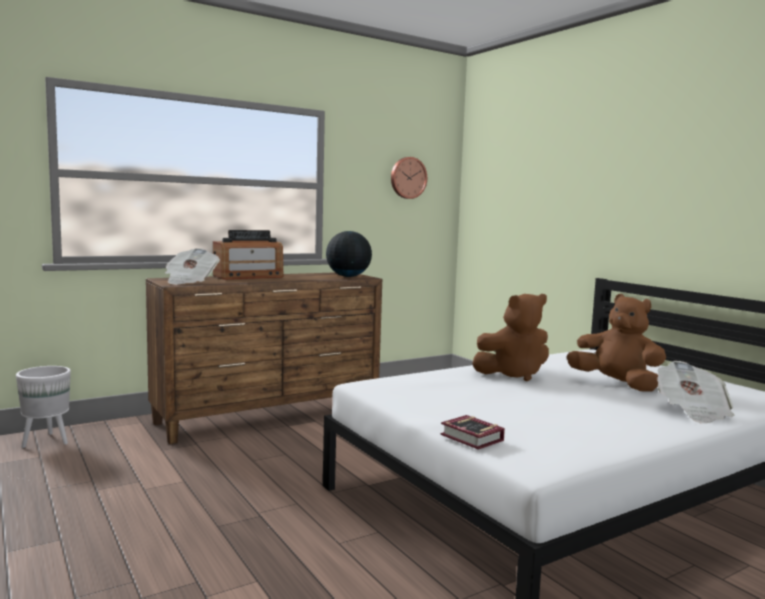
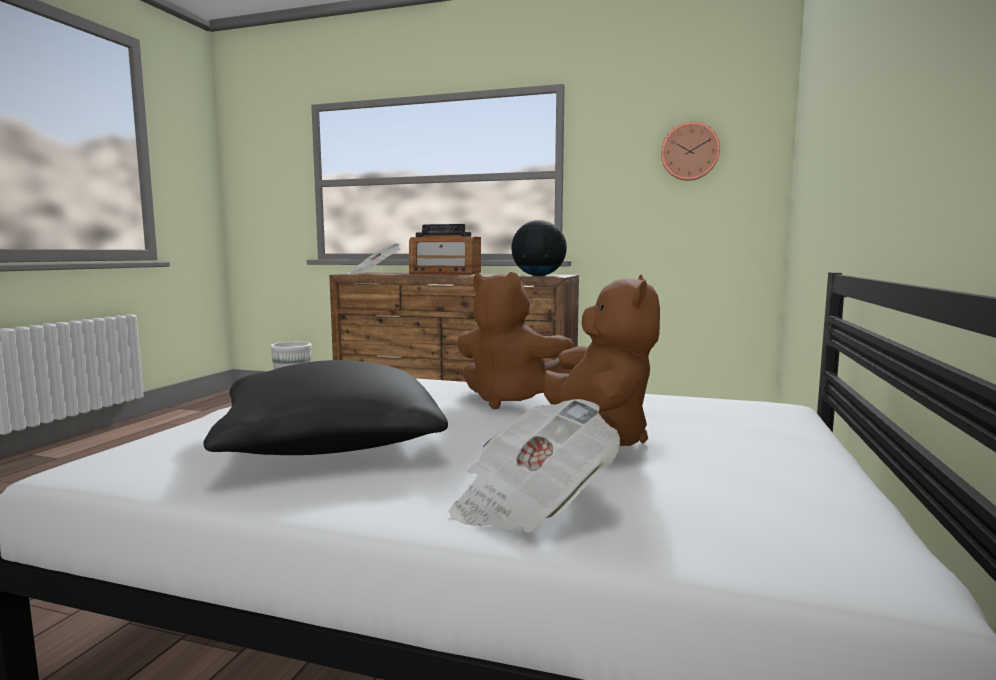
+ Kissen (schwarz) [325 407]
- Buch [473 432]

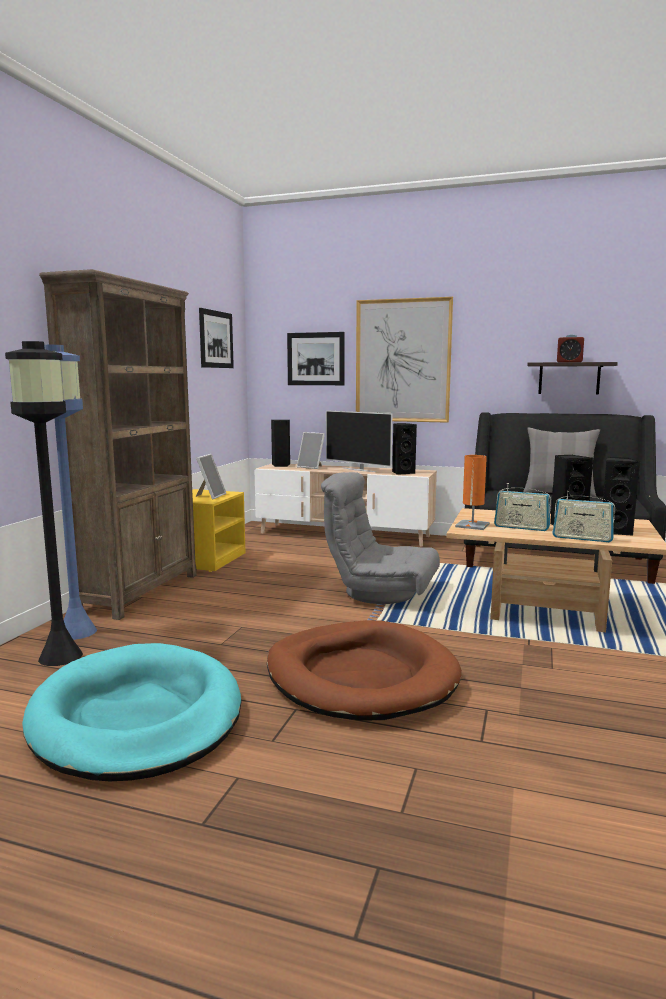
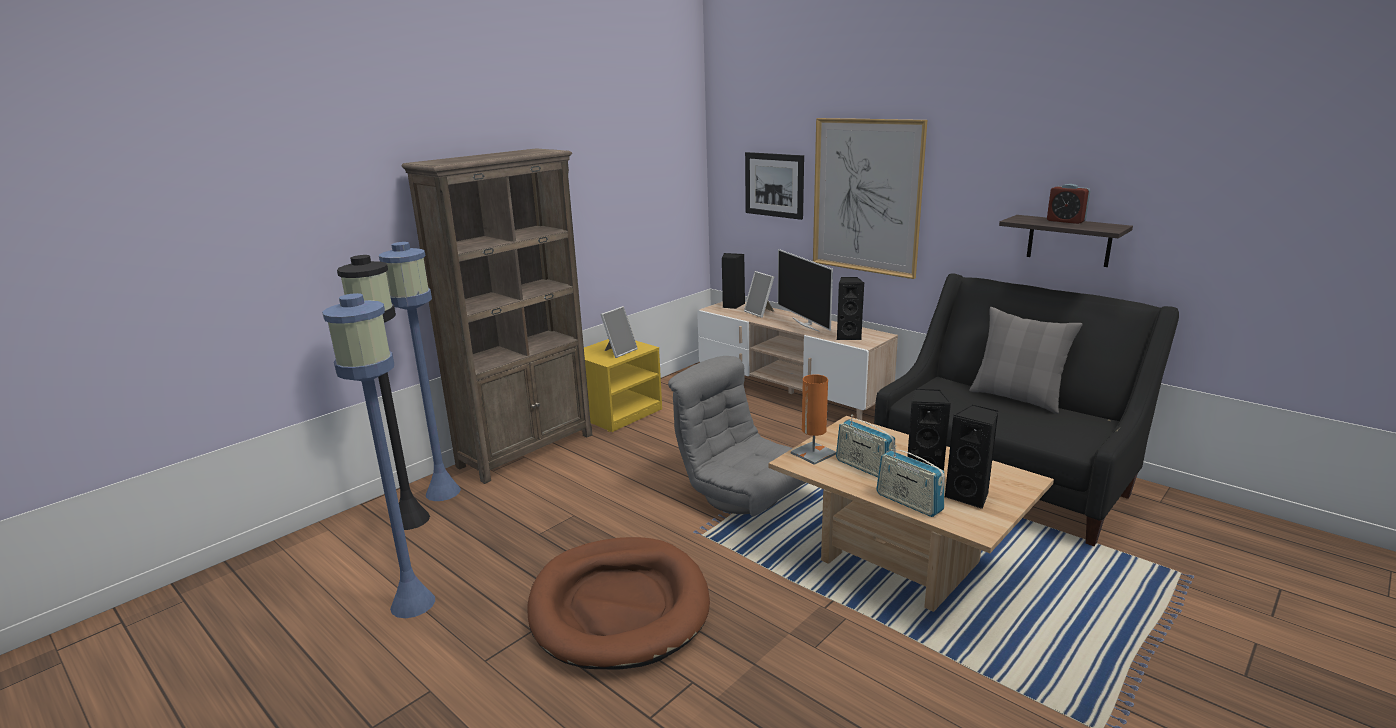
~ Hundebett (türkis) [131 712] to Stehlampe (blau) [378 455]
- Bild [216 338]

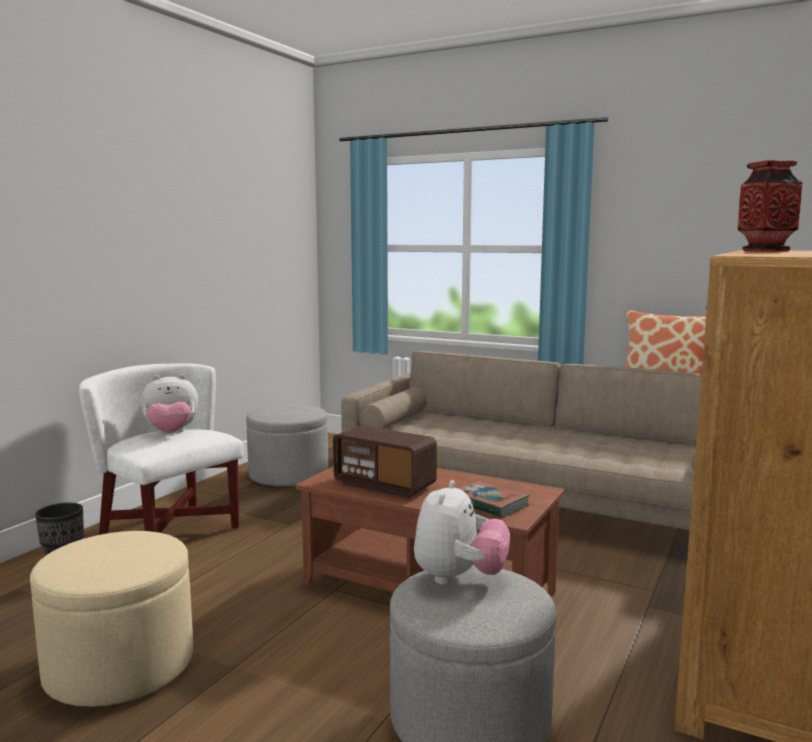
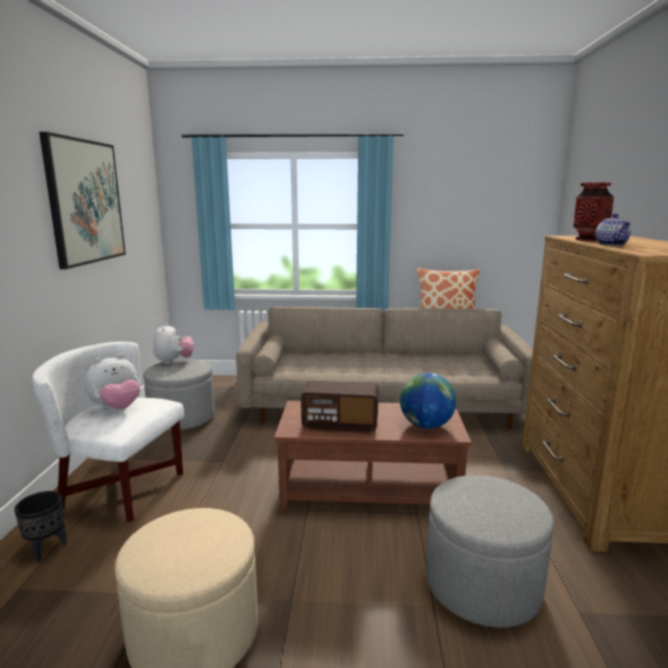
+ Bild [82 200]
~ Plüschtier [462 532] to [174 343]
~ Buch [494 499] to Globus [428 401]
+ Teekanne [613 230]

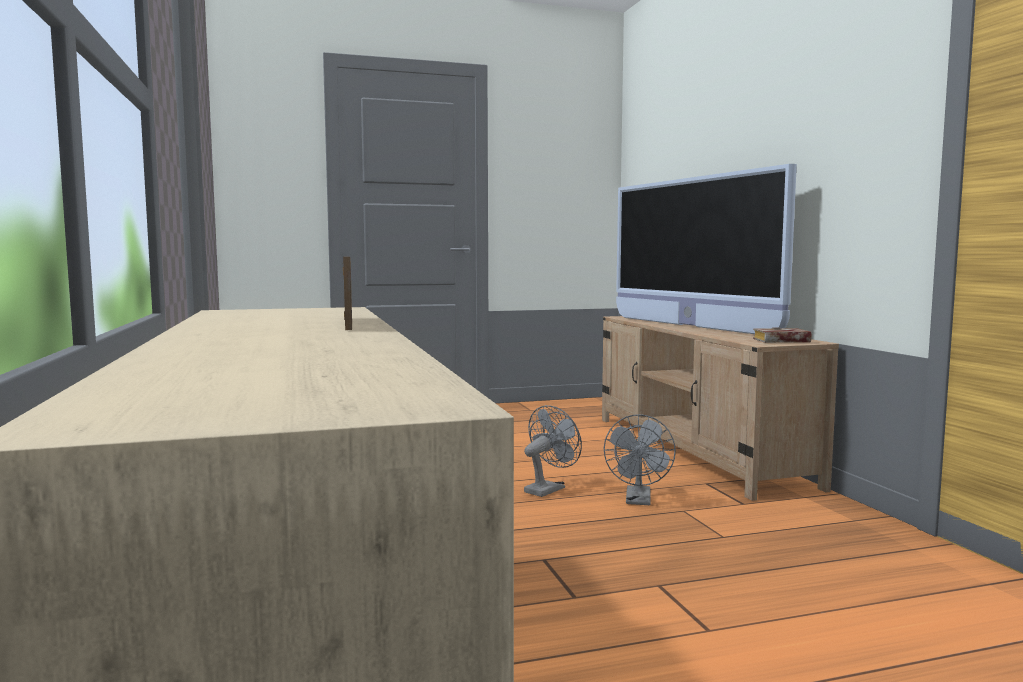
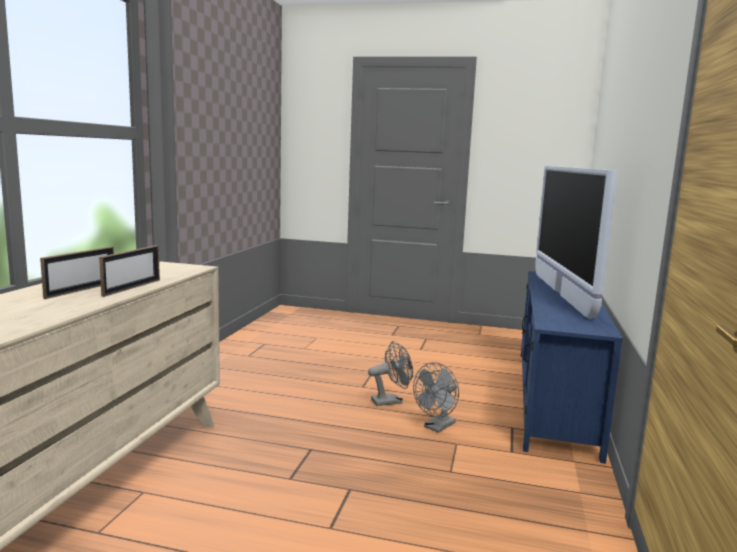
+ Bilderrahmen [77 272]
~ Fernsehschrank (beige) [720 408] to Fernsehschrank (blau) [572 367]
- Buch [782 335]

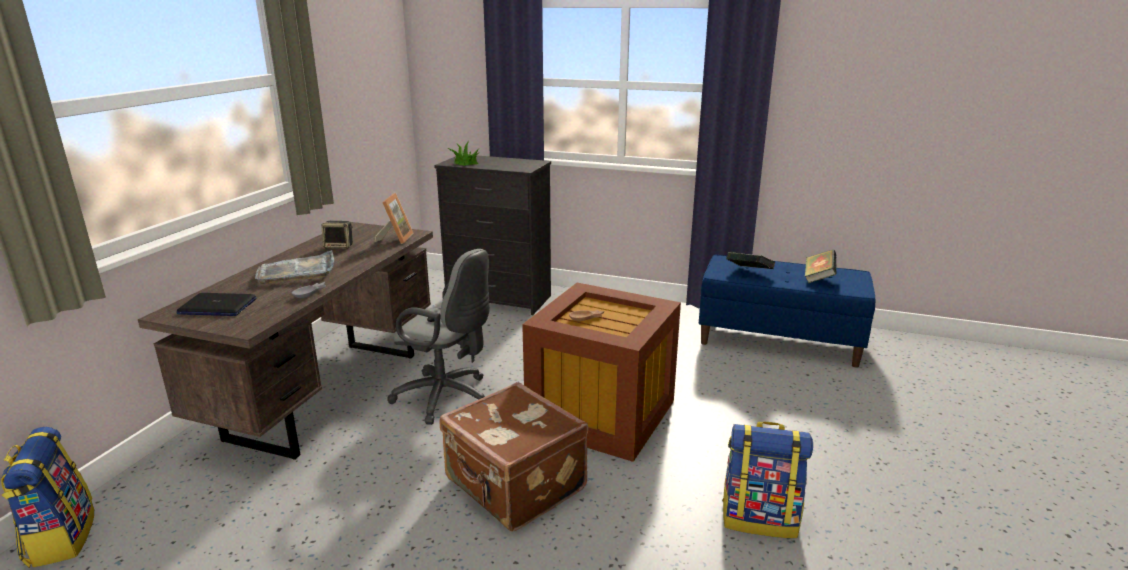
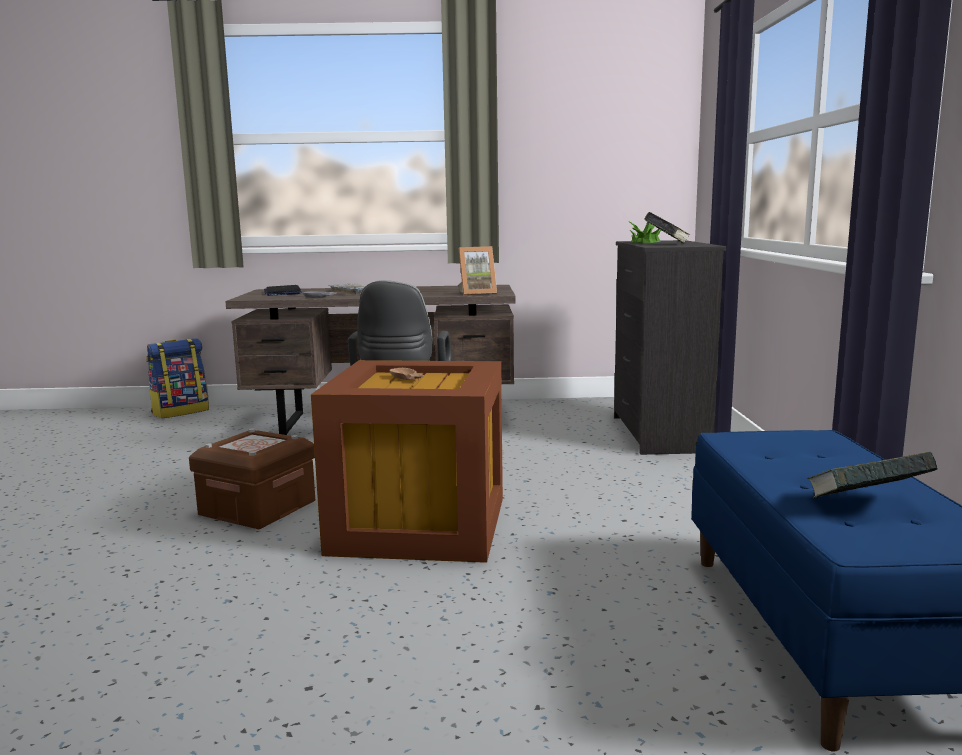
~ Koffer (braun) [513 457] to Aufbewahrungsbox (braun) [252 479]
~ Buch [750 260] to [667 228]
- Lautsprecher [337 235]
- Rucksack [767 480]

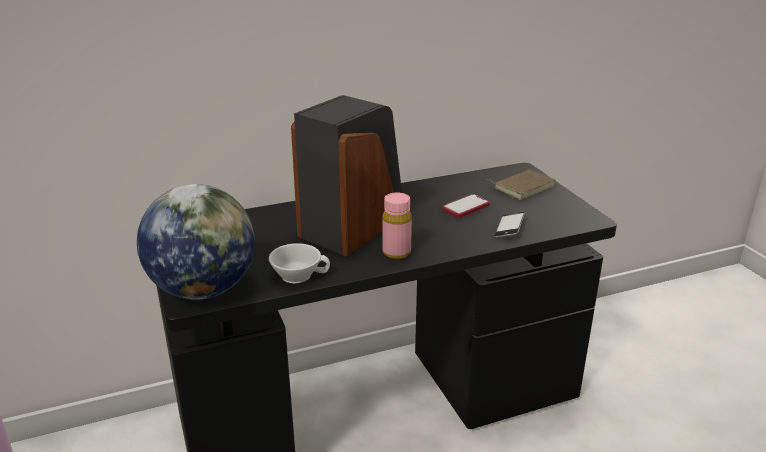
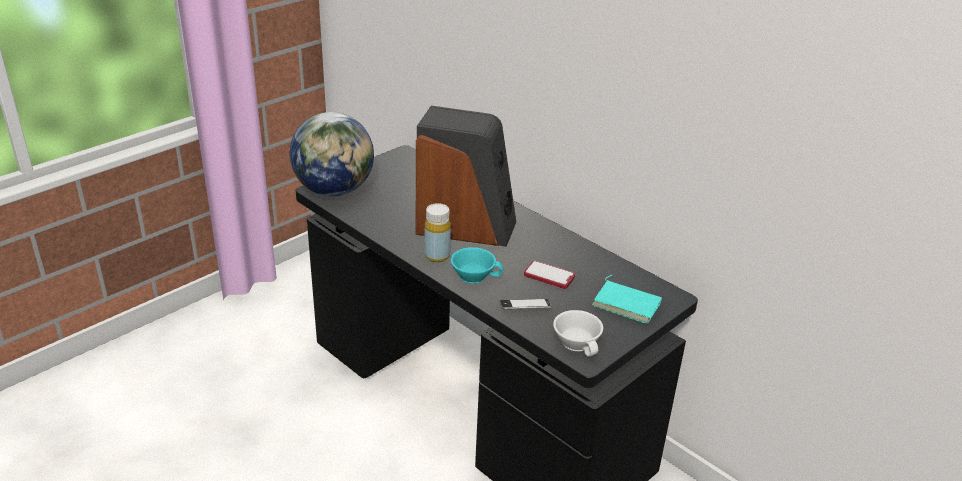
~ Flasche (rosa) [397 226] to Flasche (gelb) [437 232]
+ Tasse (türkis) [477 265]
~ Tasse (weiß) [299 263] to [578 333]
~ Buch (braun) [520 185] to Buch (türkis) [627 299]

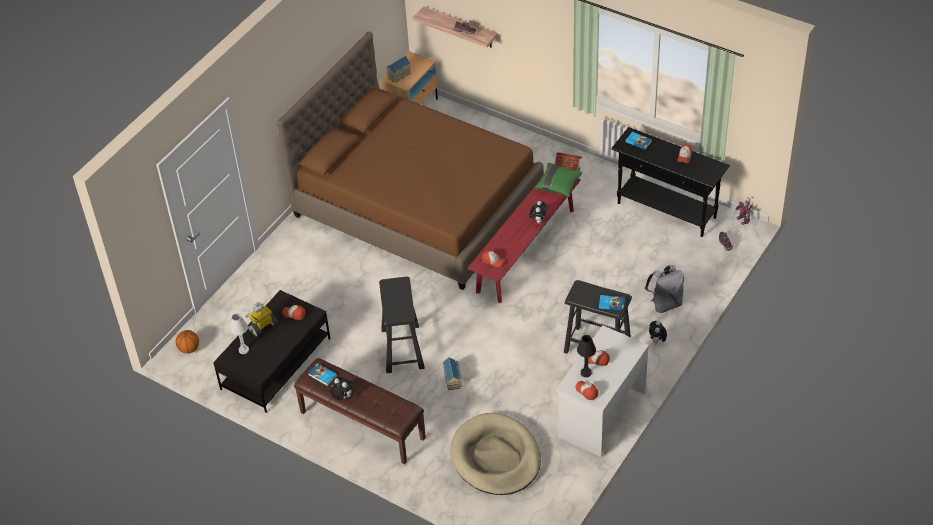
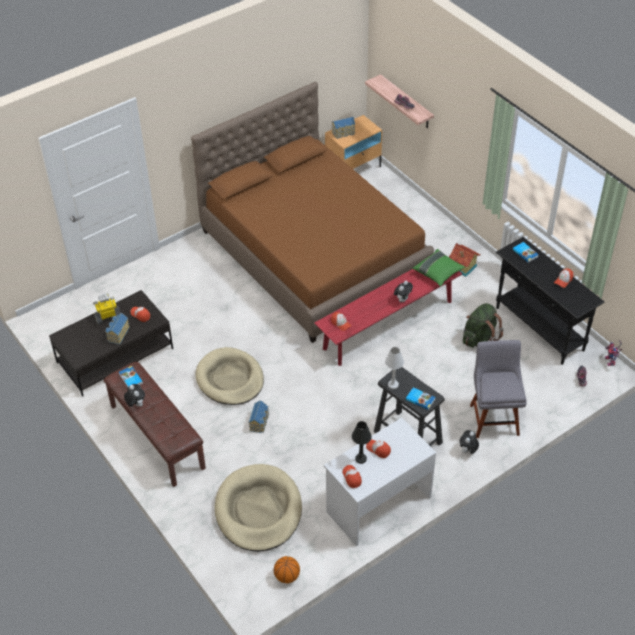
+ Spielzeughaus [117 329]
~ Hocker (schwarz) [402 325] to Hundebett (beige) [229 376]
~ Basketball [187 342] to [287 569]
~ Tischlampe (weiß) [239 334] to [394 368]
+ Rucksack (grün) [483 325]
~ Rucksack (grau) [664 289] to Stuhl (grau) [498 389]

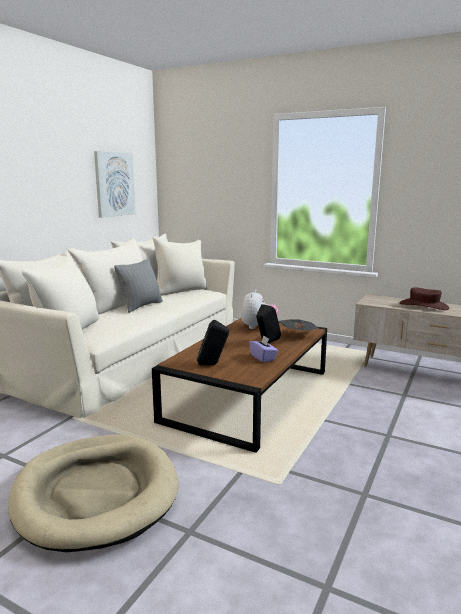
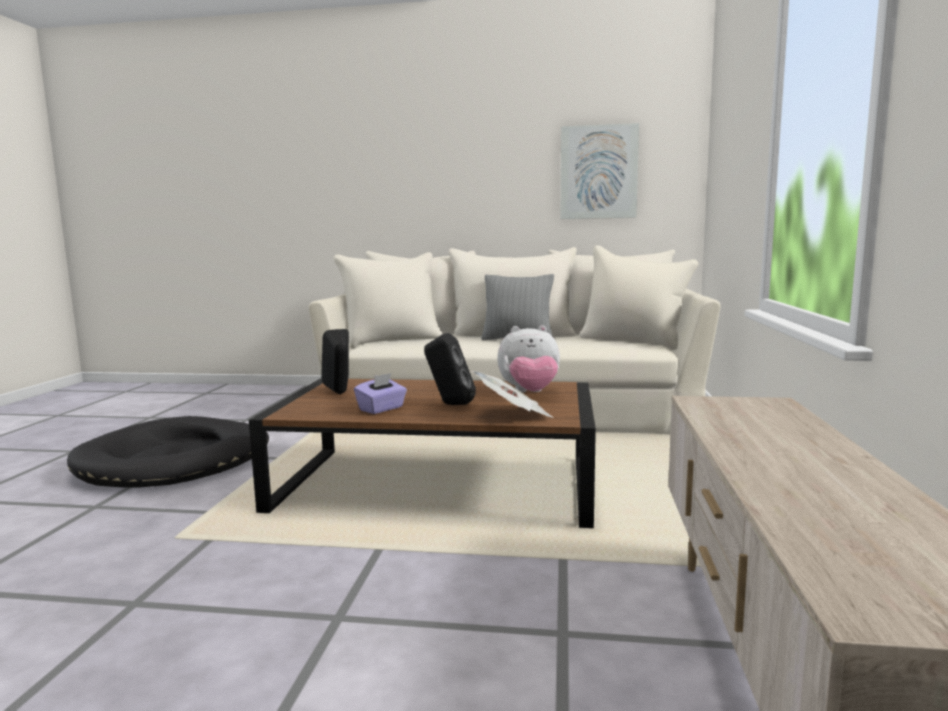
~ Hundebett (beige) [93 493] to Hundebett (schwarz) [168 452]
- Hut (braun) [424 298]

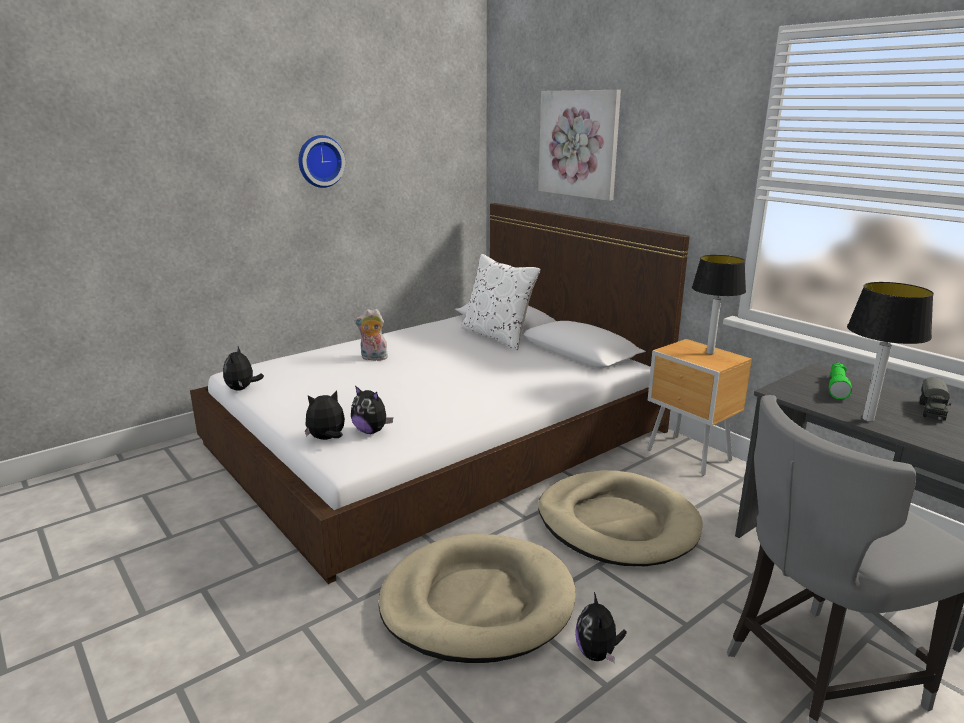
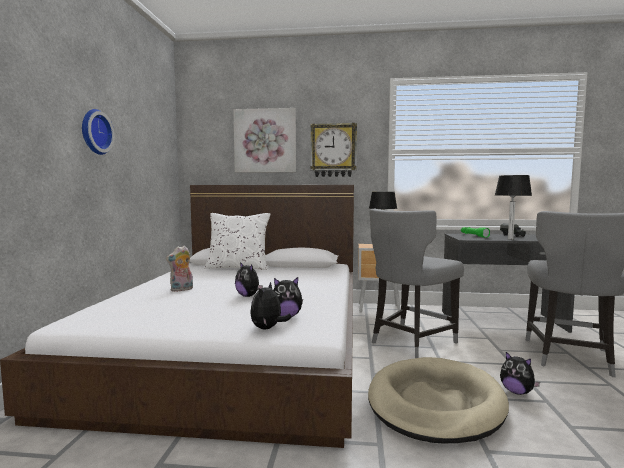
~ Plüschtier [243 368] to [249 279]
+ Wanduhr [333 150]
~ Hundebett (beige) [620 518] to Stuhl (grau) [417 283]

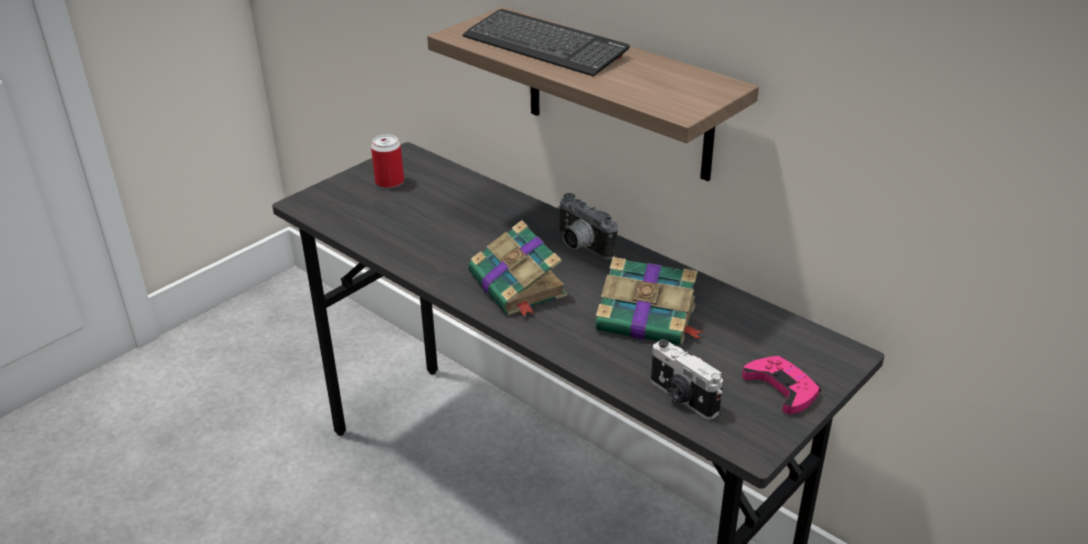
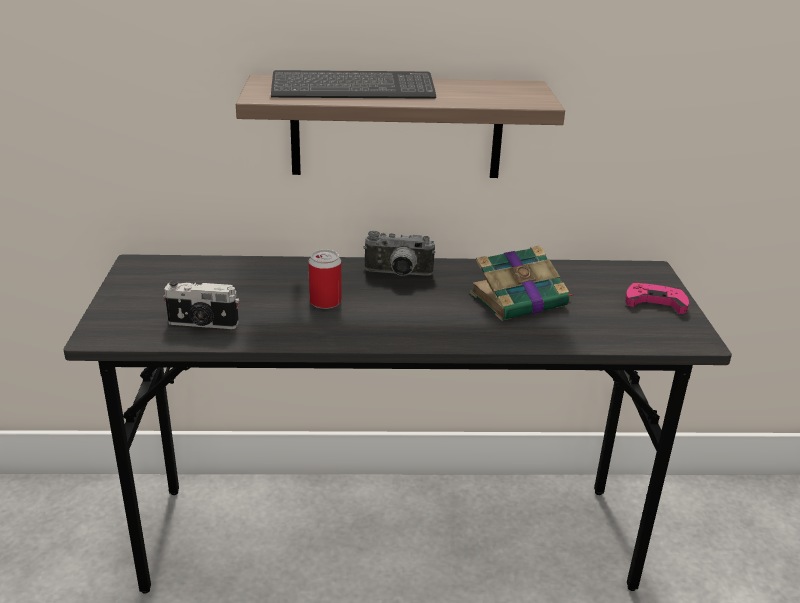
~ Kamera [687 379] to [201 304]
~ Dose [387 161] to [325 279]
- Buch [517 268]

